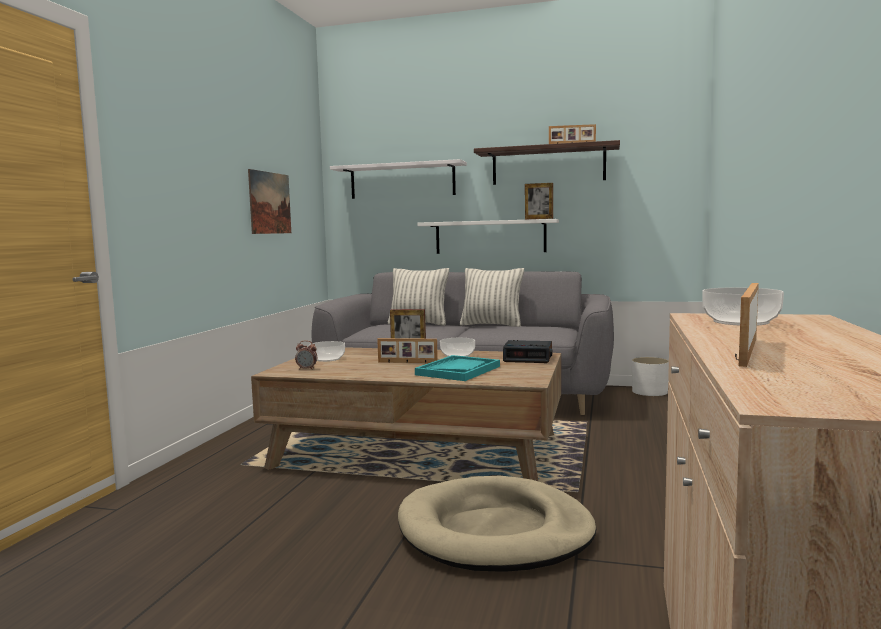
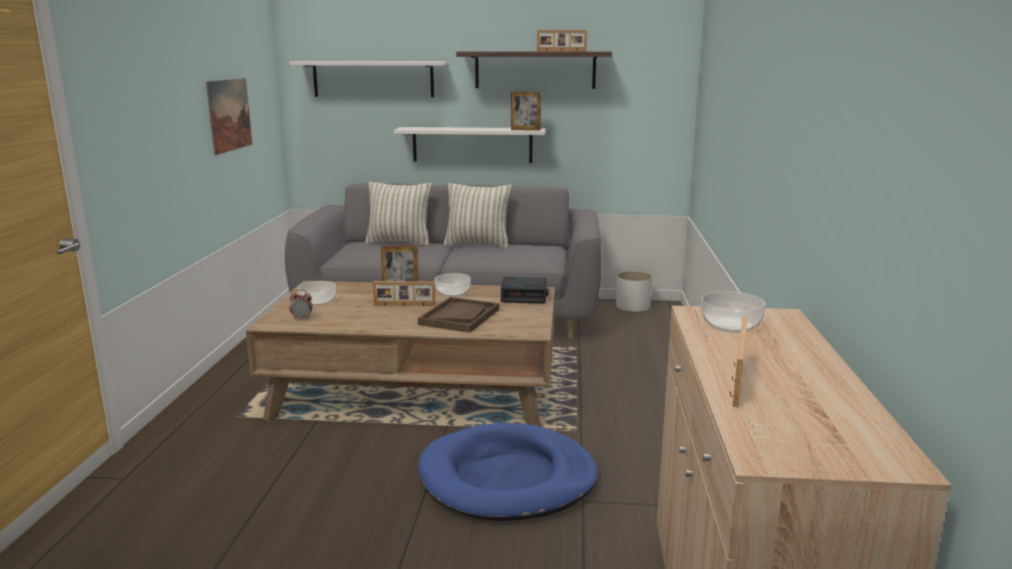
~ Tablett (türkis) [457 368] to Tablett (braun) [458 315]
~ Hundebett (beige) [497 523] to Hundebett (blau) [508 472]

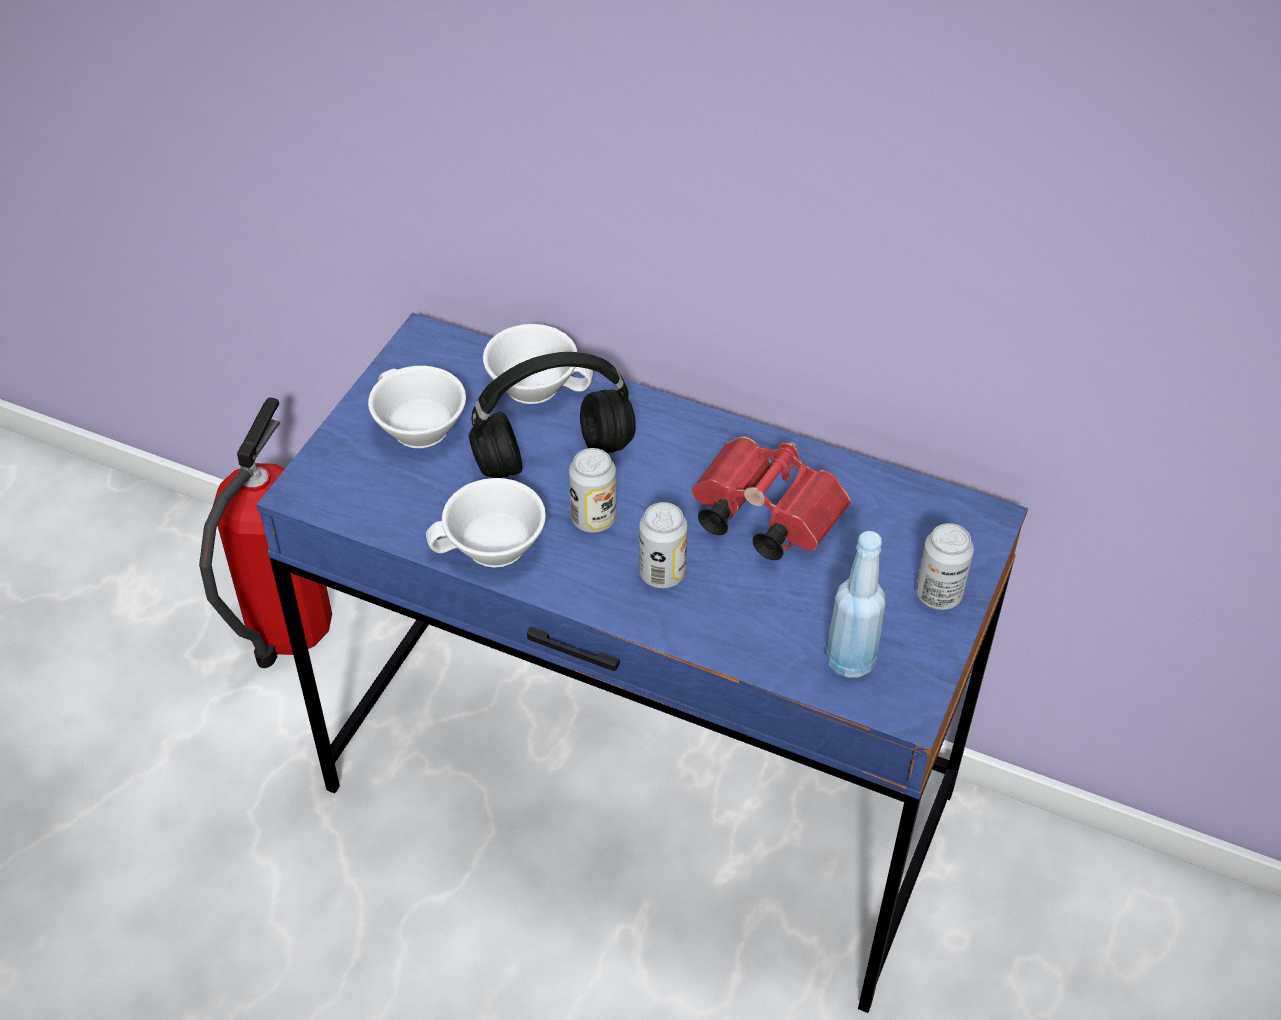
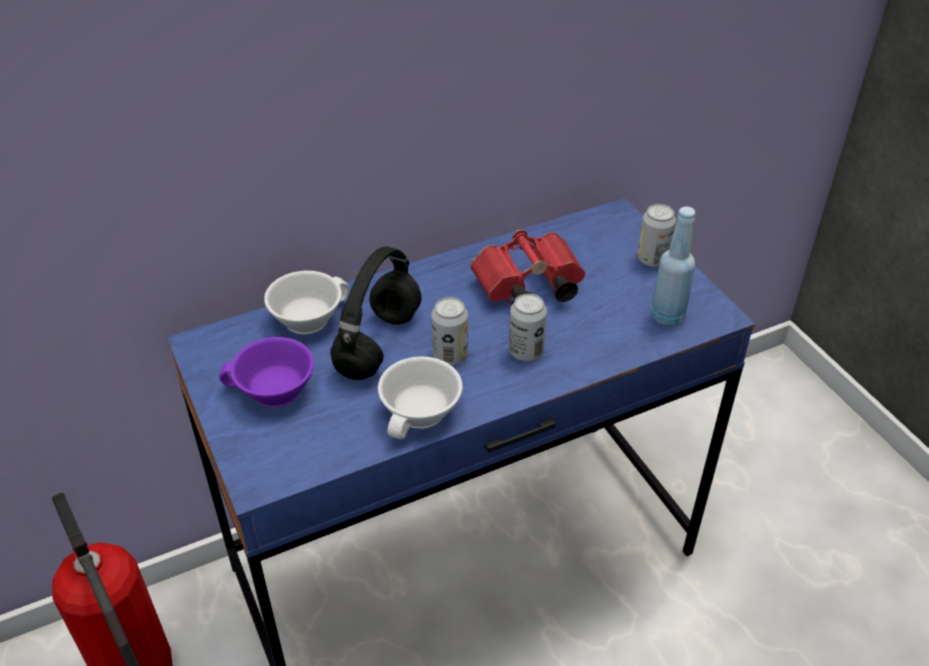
~ Tasse (weiß) [417 407] to Tasse (lila) [266 372]

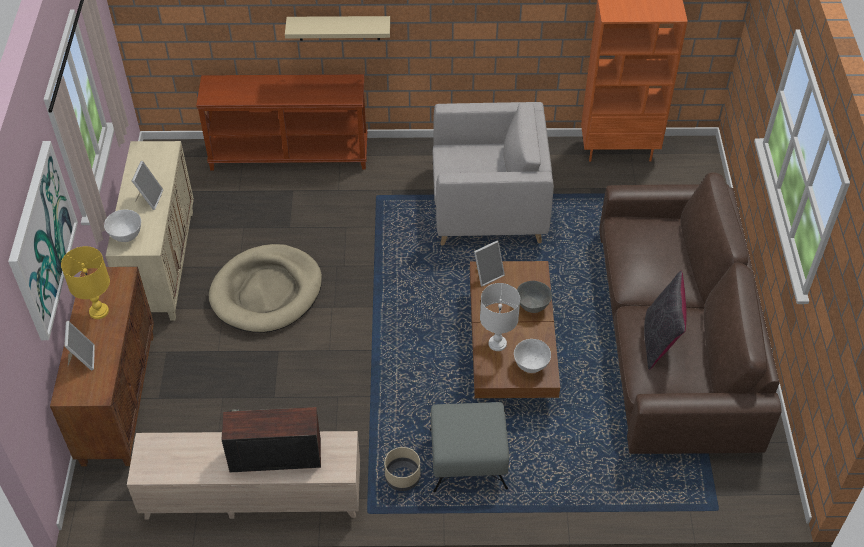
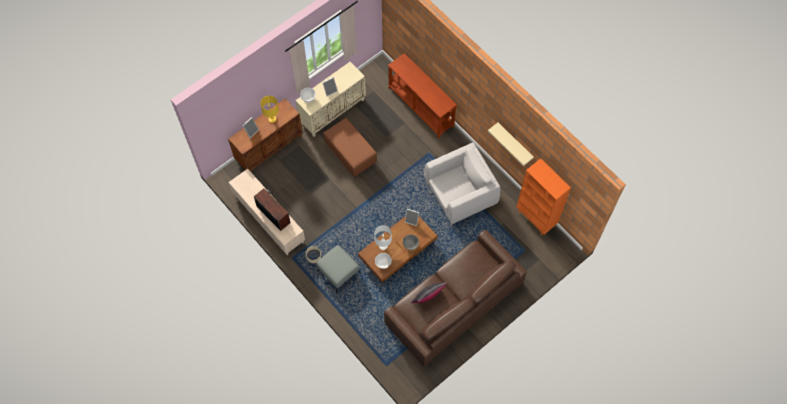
~ Hundebett (beige) [265 288] to Polsterhocker (braun) [350 147]
~ Sessel (grau) [493 173] = [462 183] 75 degrees counterclockwise
~ Wandregal (beige) [337 28] to [511 144]
- Bild [43 240]

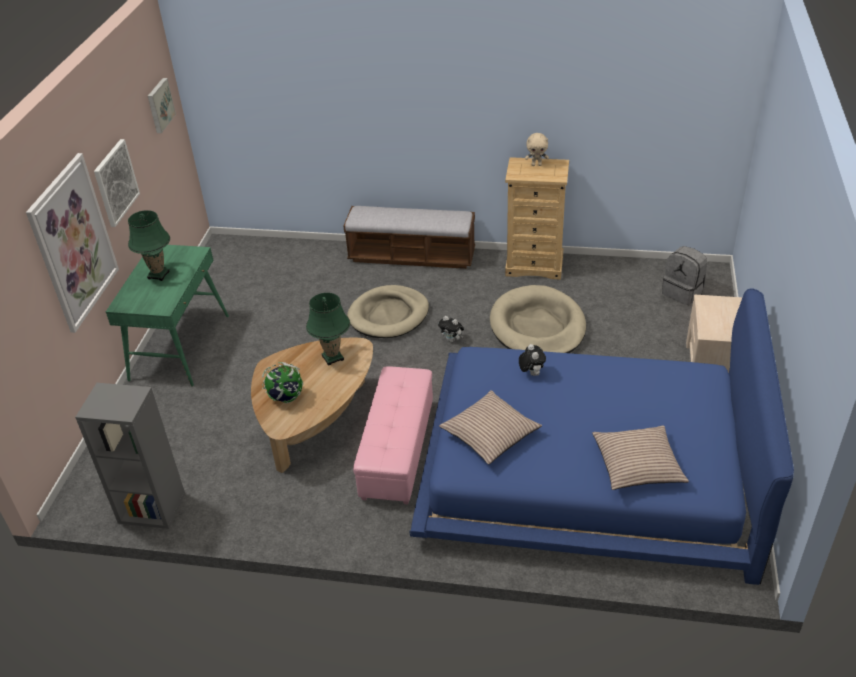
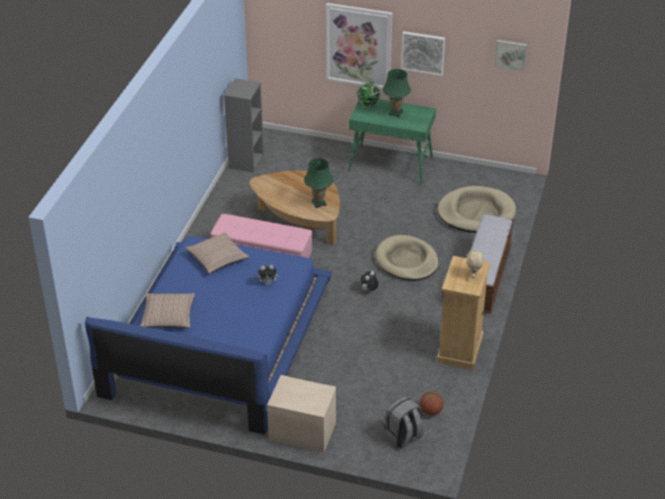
~ Globus [282 383] to [368 94]
+ Basketball [432 403]
~ Hundebett (beige) [538 319] to [476 209]

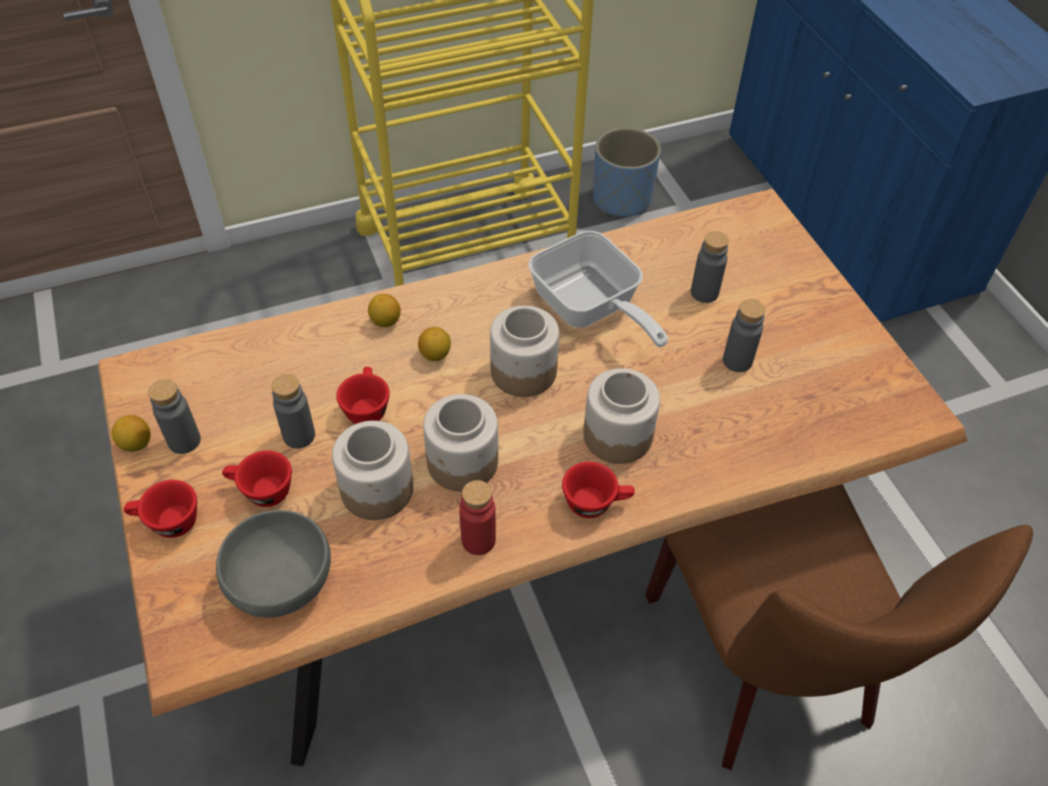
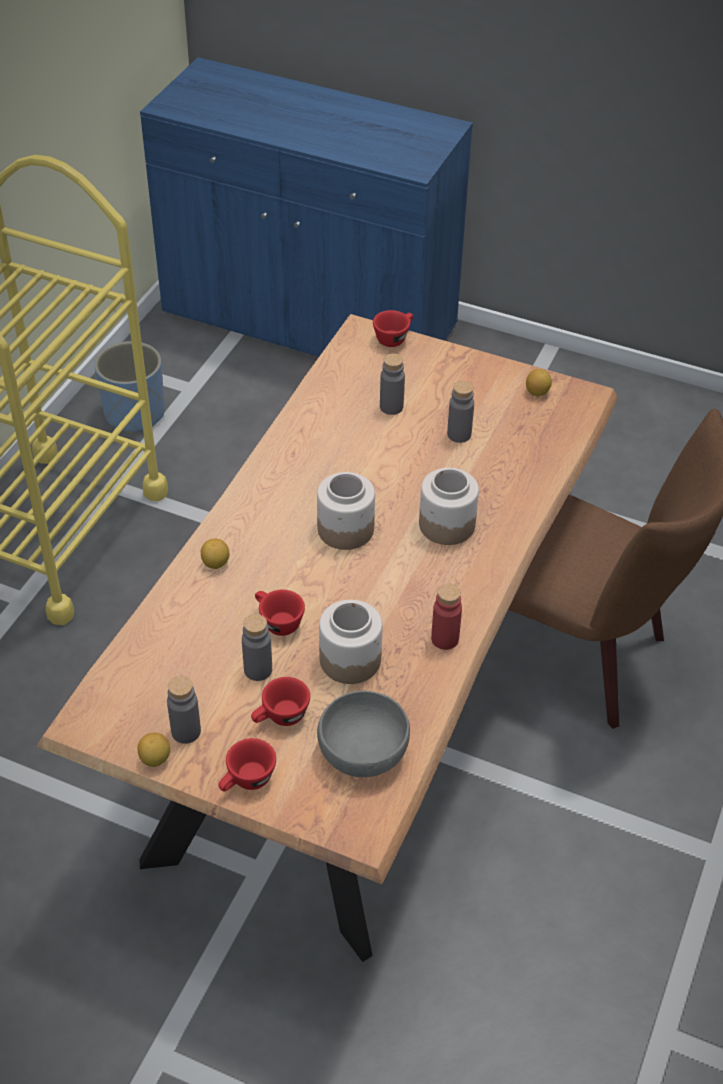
~ Tasse (rot) [598 490] to [393 328]
~ Zitrone [434 344] to [539 382]
- Vorratsglas [460 443]
- Pfanne [598 289]

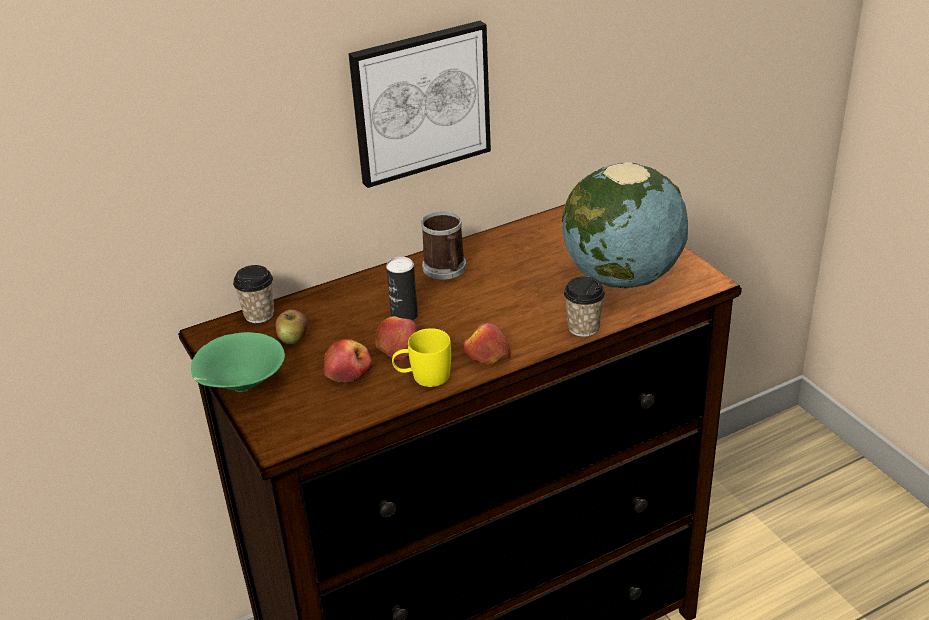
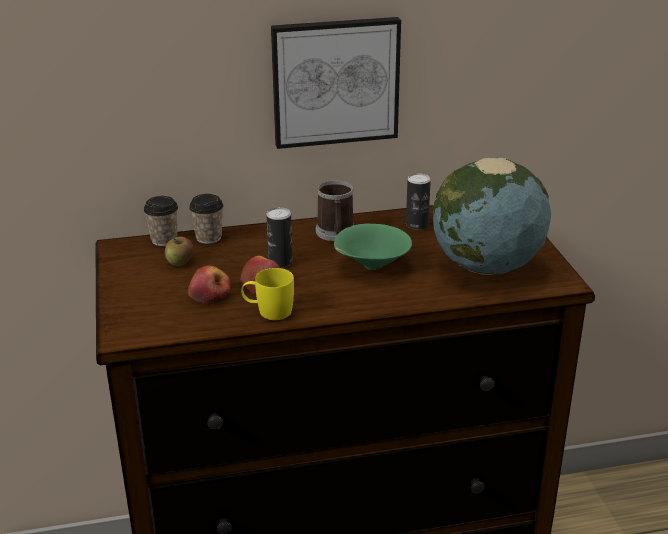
~ Tasse [584 306] to [206 219]
~ Schüssel (grün) [238 362] to [373 246]
+ Dose [418 201]
- Apfel [487 343]

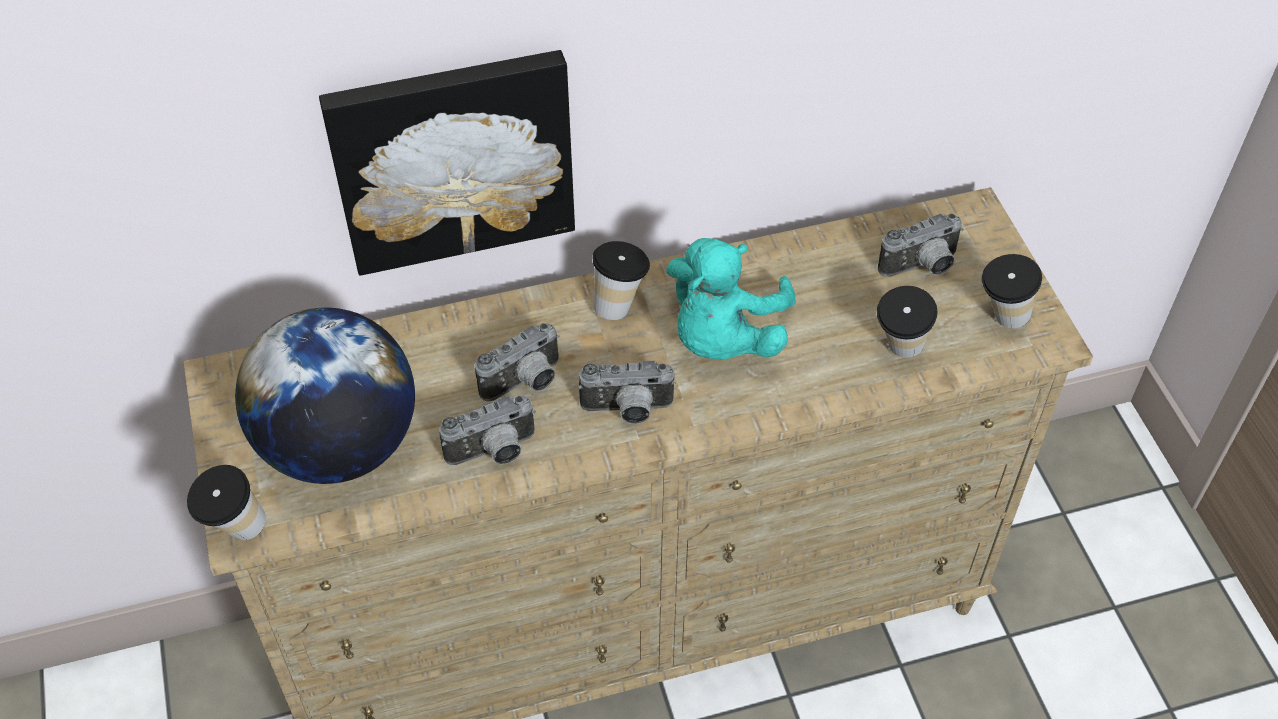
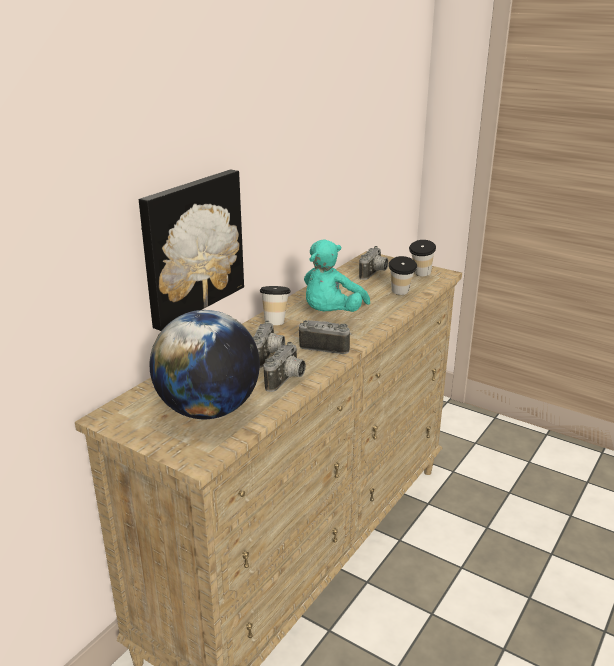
~ Kamera [627 392] = [325 337] 120 degrees counterclockwise
~ Plüschtier (türkis) [731 299] = [337 275] 45 degrees clockwise
- Tasse [226 502]

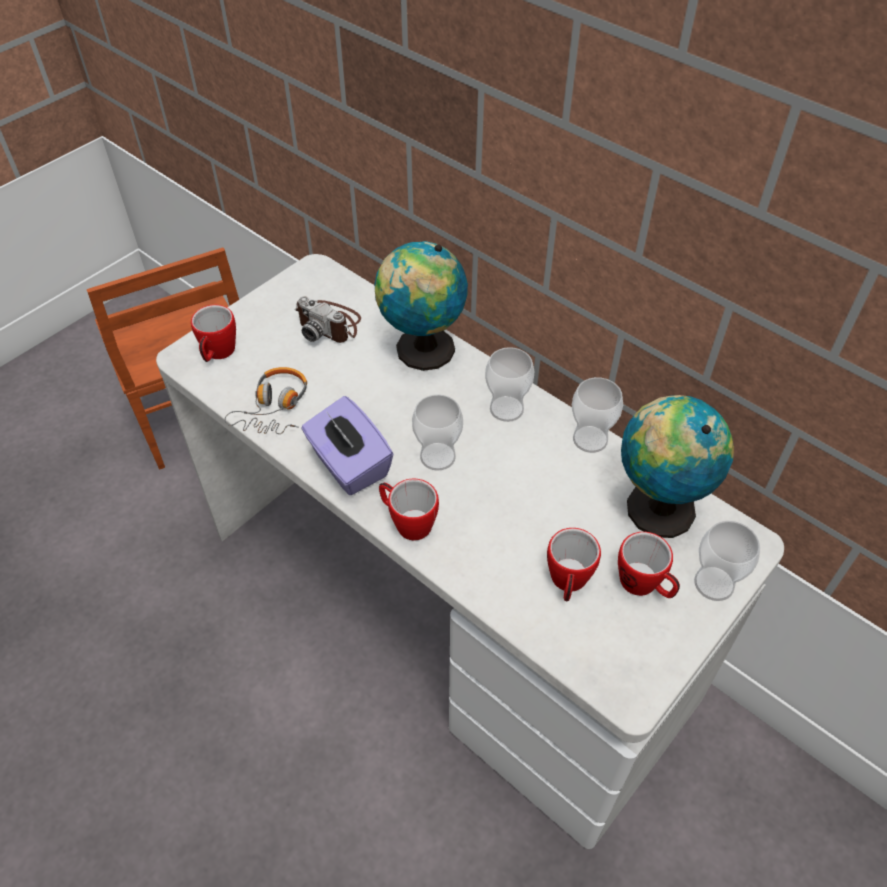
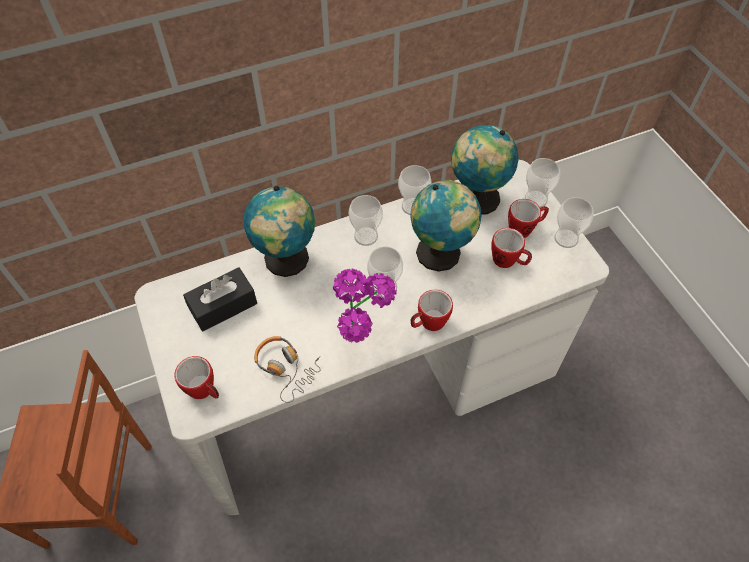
~ Kamera [328 319] to Taschentuchbox (schwarz) [220 299]
~ Taschentuchbox (lila) [347 445] to Topfpflanze [365 305]
+ Globus [445 226]
+ Tasse [573 222]

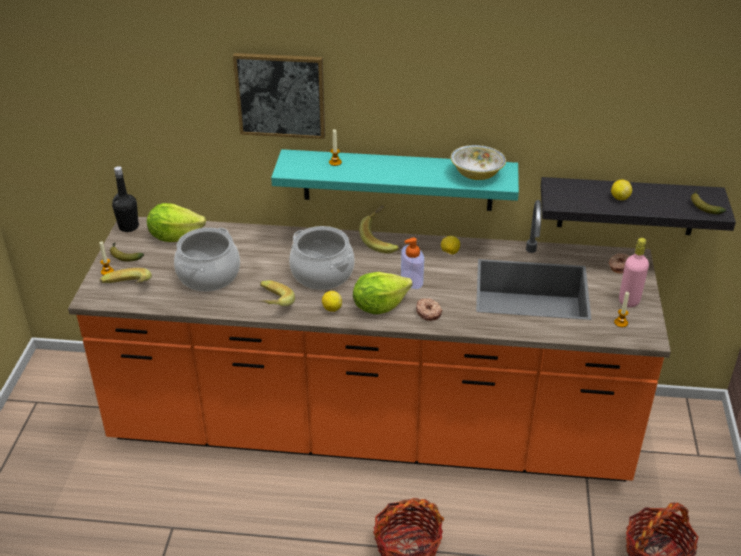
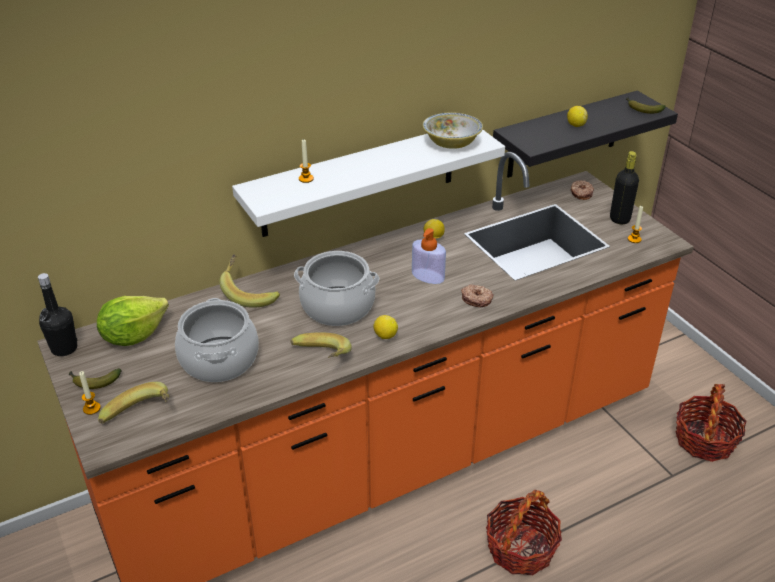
~ Banane [379 229] to [249 280]
~ Wandregal (türkis) [395 180] to Wandregal (weiß) [368 183]
~ Flasche (rosa) [634 272] to Flasche (schwarz) [624 187]
- Bild [279 96]
- Salatkopf [382 293]

